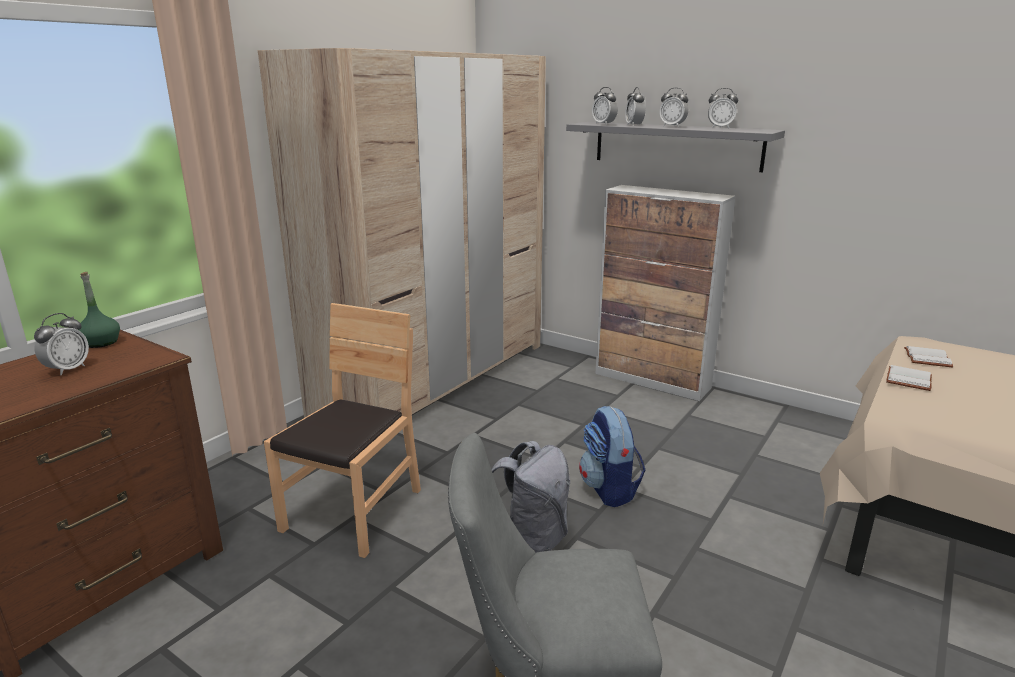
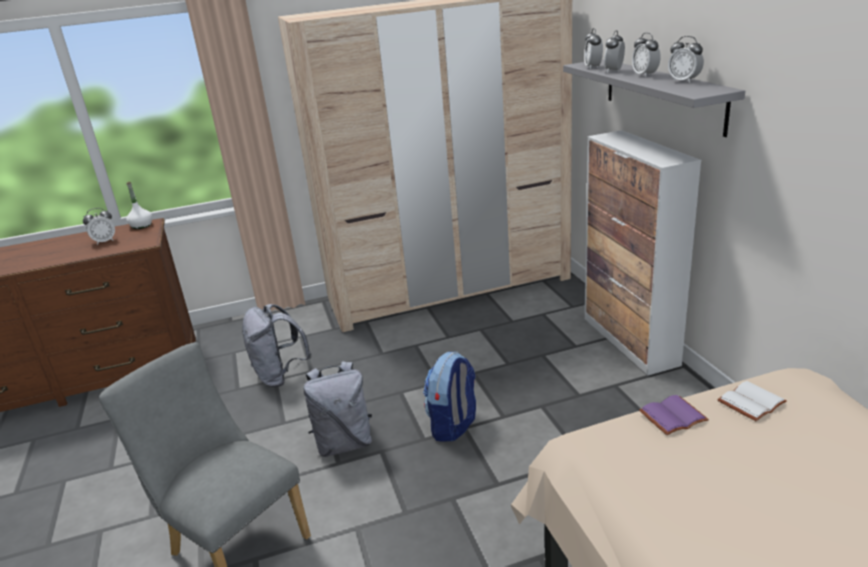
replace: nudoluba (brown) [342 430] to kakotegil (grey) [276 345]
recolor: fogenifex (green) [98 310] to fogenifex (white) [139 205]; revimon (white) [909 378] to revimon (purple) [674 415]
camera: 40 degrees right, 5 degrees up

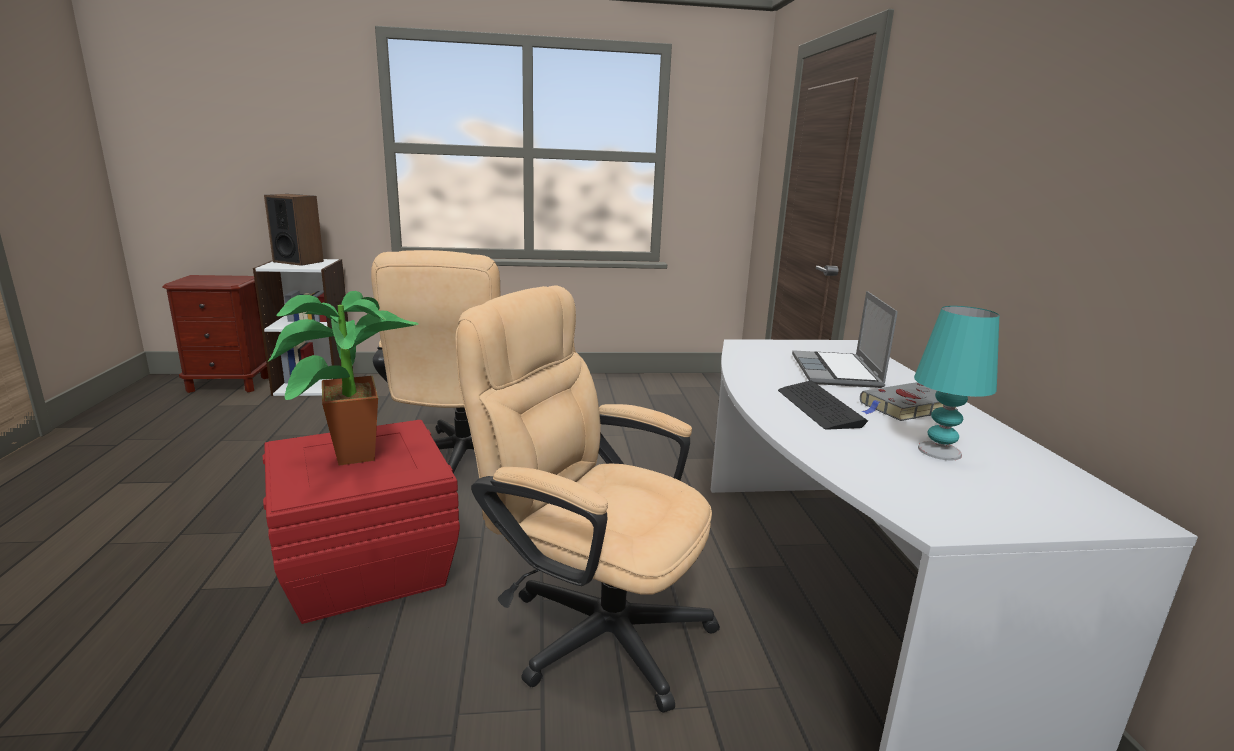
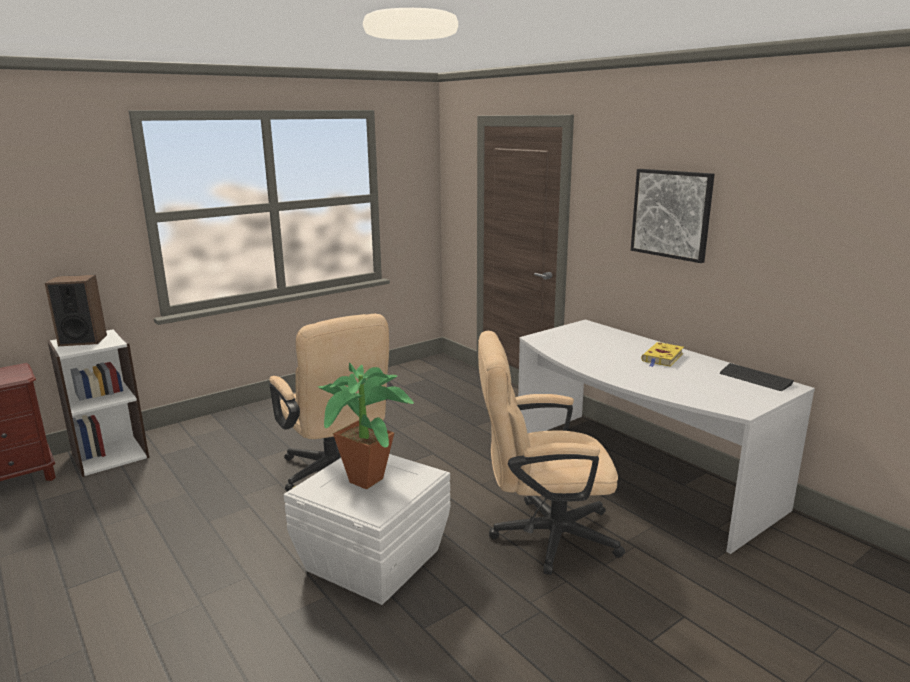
delete: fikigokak [845 339]; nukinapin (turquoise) [956 383]
insert: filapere [673 216]
move: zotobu [823 405] to [757 377]
recolor: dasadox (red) [361 522] to dasadox (white) [367 529]; revimon (grey) [909 401] to revimon (yellow) [662 354]
camera: 30 degrees left, 0 degrees up

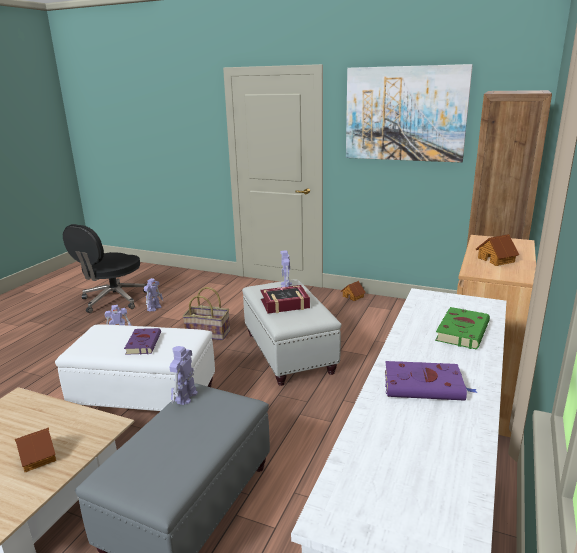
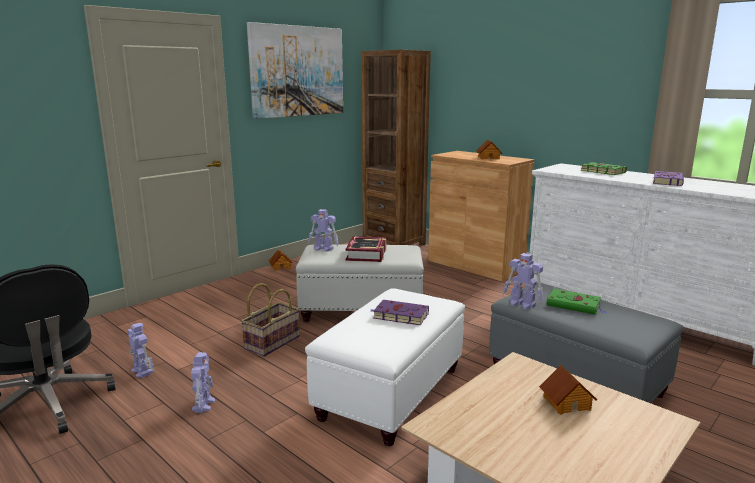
insert: revimon (green) [577 302]
camera: 70 degrees left, 5 degrees down

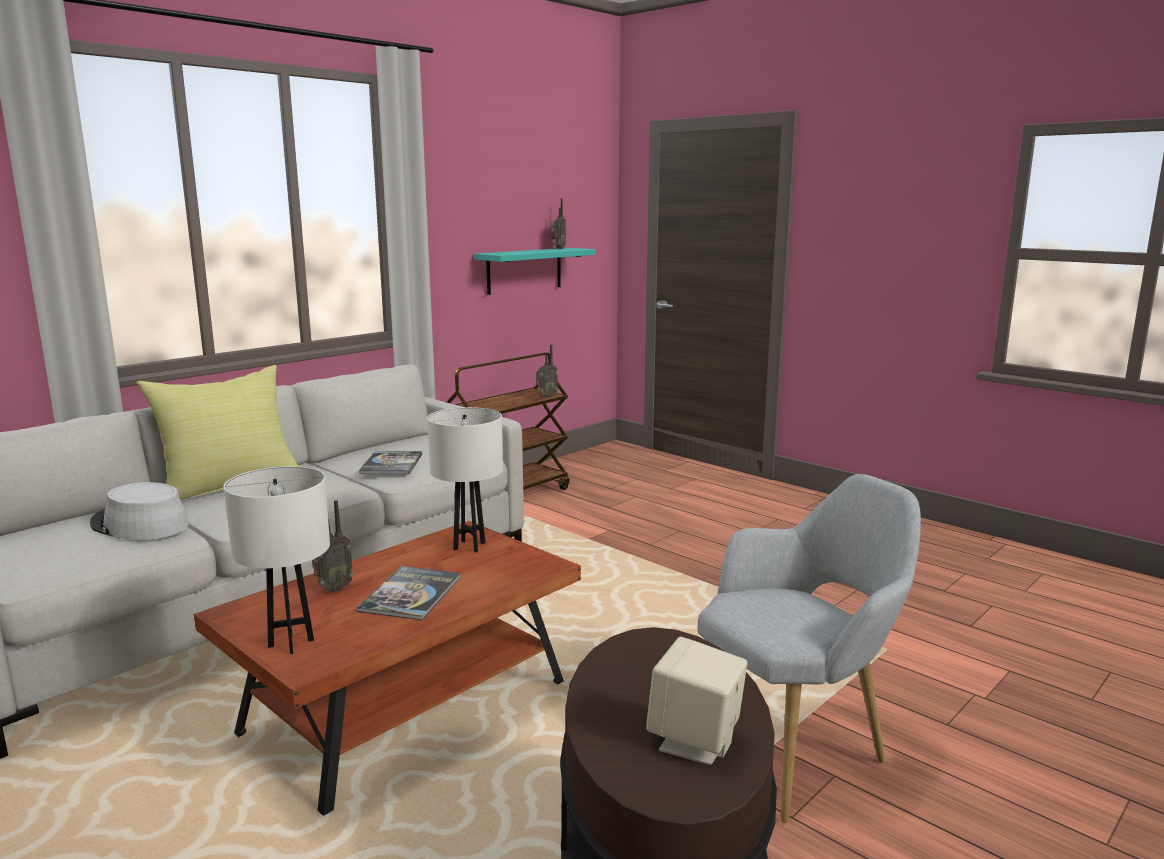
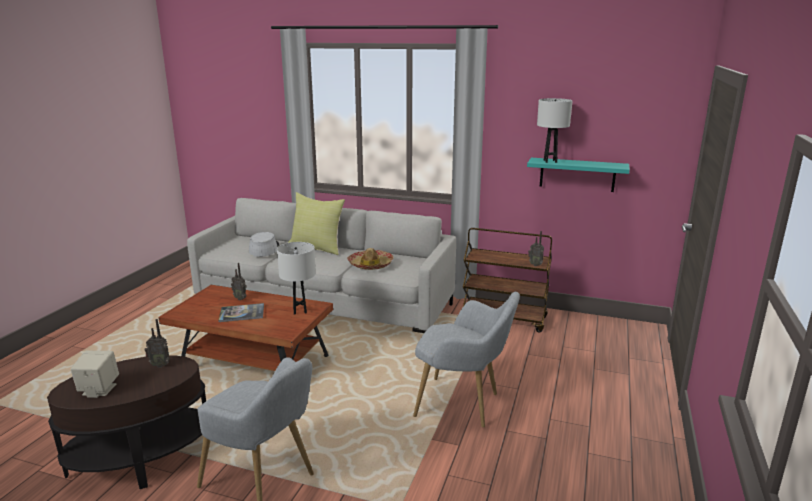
insert: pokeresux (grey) [466 359]
move: nukinapin (white) [276 560] to [555 130]; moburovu [558 223] to [157 343]
replace: revimon [390 462] to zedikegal [370 259]
camera: 65 degrees right, 5 degrees up

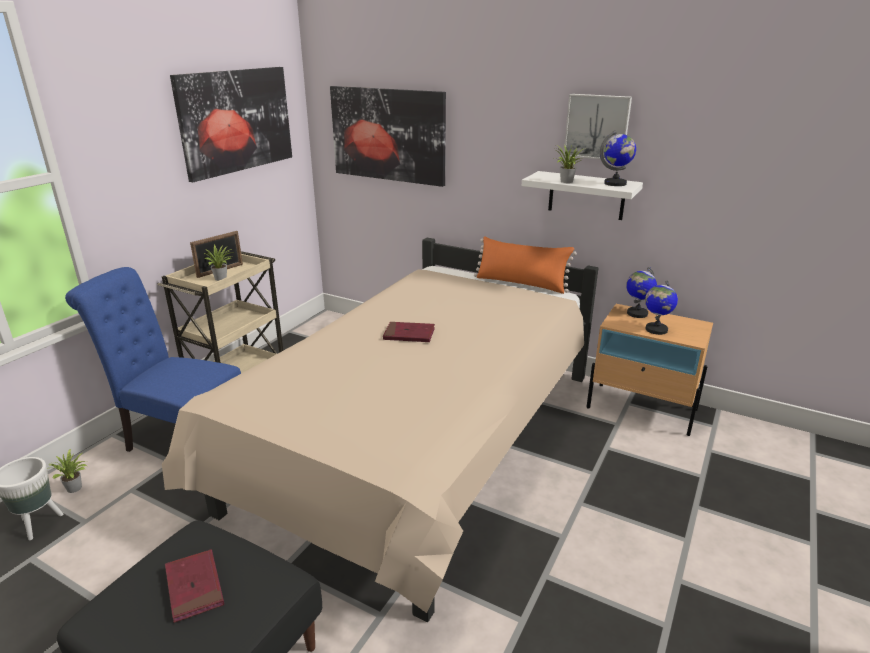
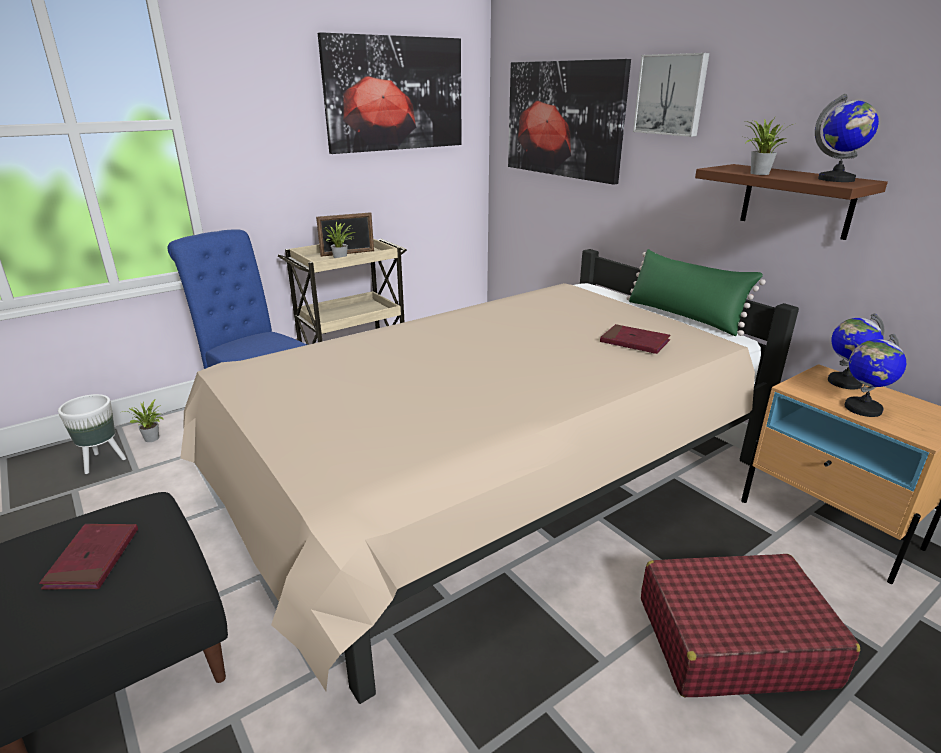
insert: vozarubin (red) [750 625]
move: revimon (red) [409 332] to [635 339]; filapere [598 127] to [671 95]
recolor: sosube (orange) [525 265] to sosube (green) [696 292]; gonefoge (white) [582 195] to gonefoge (brown) [791 202]
camera: 25 degrees right, 0 degrees up

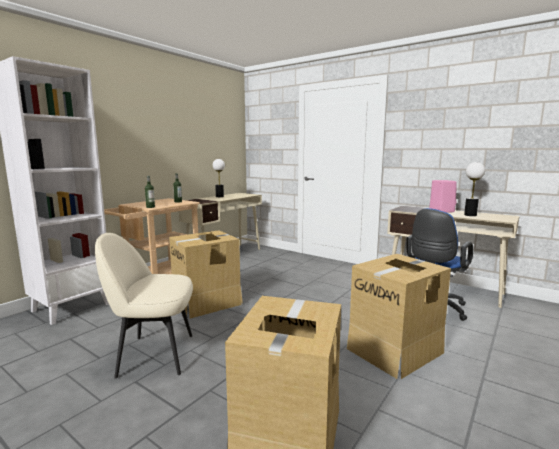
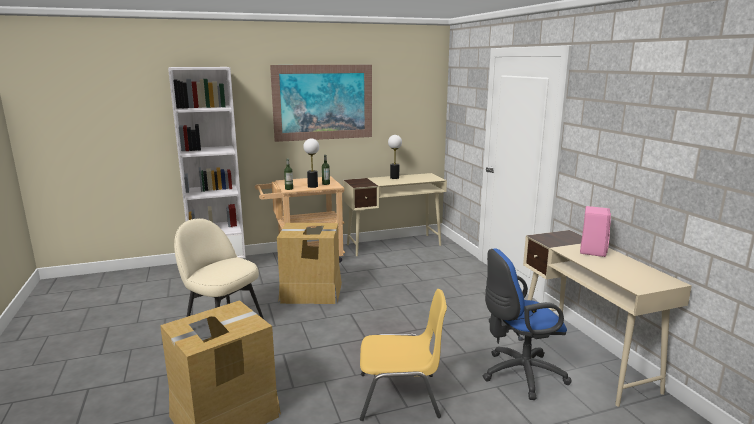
insert: filapere [321 103]
move: nukinapin [474 189] to [311 163]
replace: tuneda [399 316] to nudoluba (yellow) [403 355]
camera: 35 degrees right, 5 degrees up

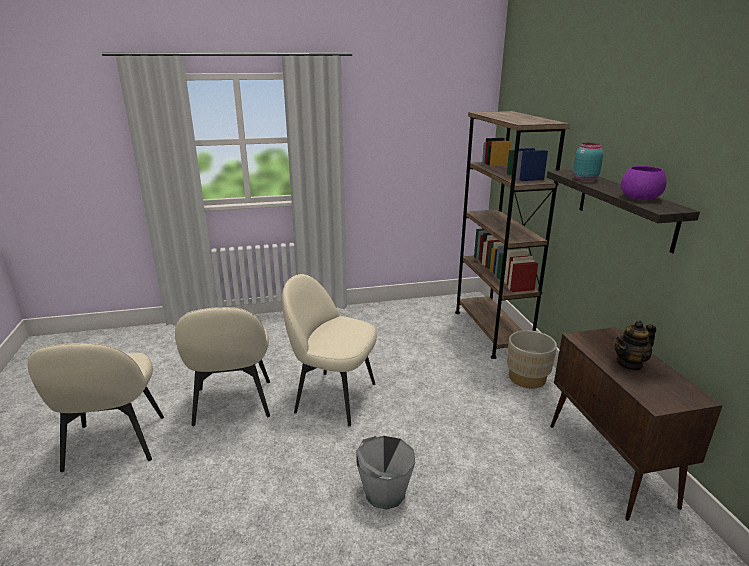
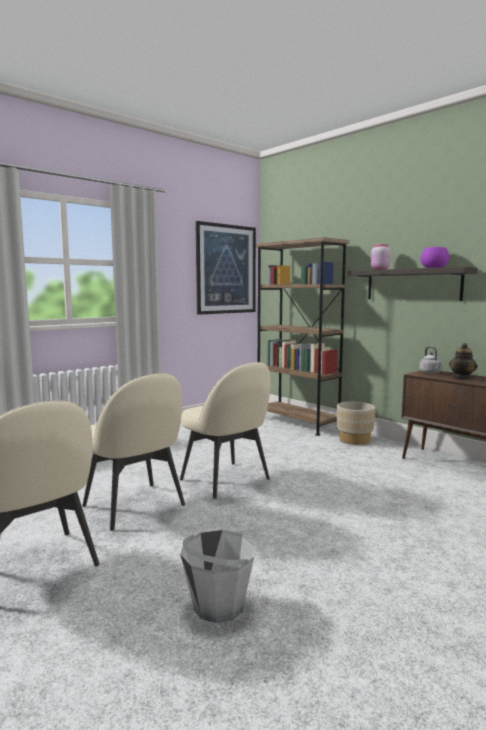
insert: filapere [225 268]; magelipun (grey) [431 360]
move: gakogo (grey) [385 473] to [217 576]
recolor: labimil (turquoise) [588 162] to labimil (pink) [380 257]
rotate: nudoluba (beige) [329 350] = [225 430] 120 degrees counterclockwise
camera: 30 degrees left, 15 degrees down

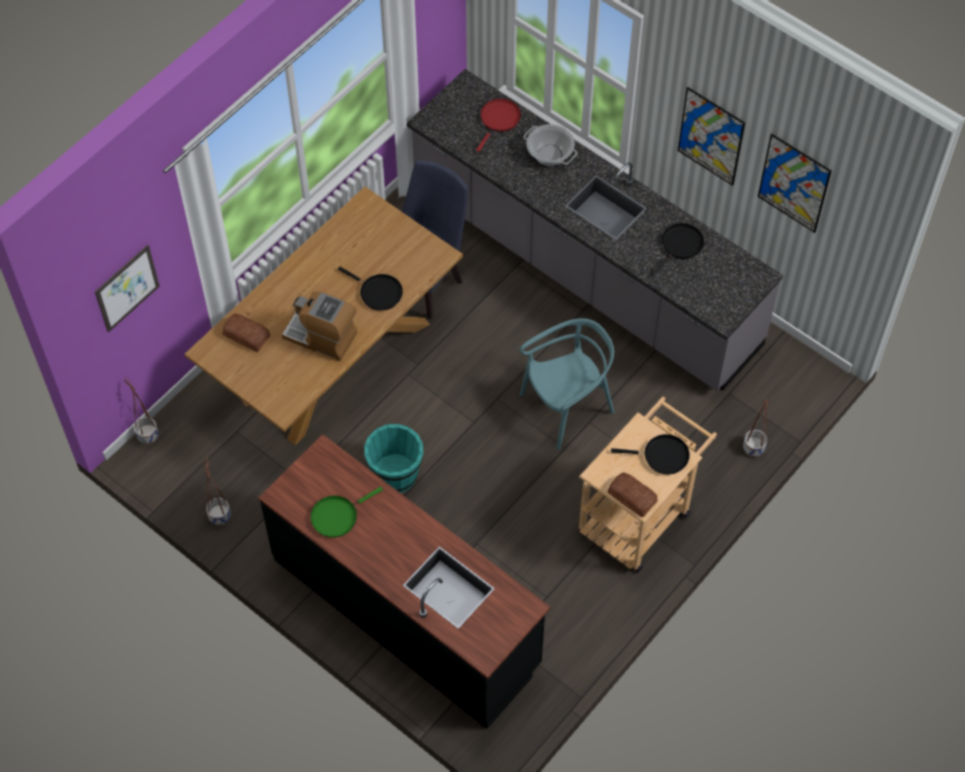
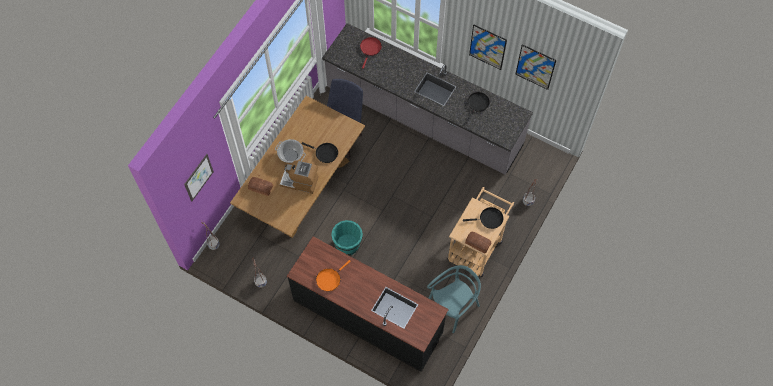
move: nudoluba (turquoise) [566 384] to [454 299]; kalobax [550 144] to [290 151]
recolor: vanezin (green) [346 512] to vanezin (orange) [333 275]
camera: 10 degrees left, 5 degrees up

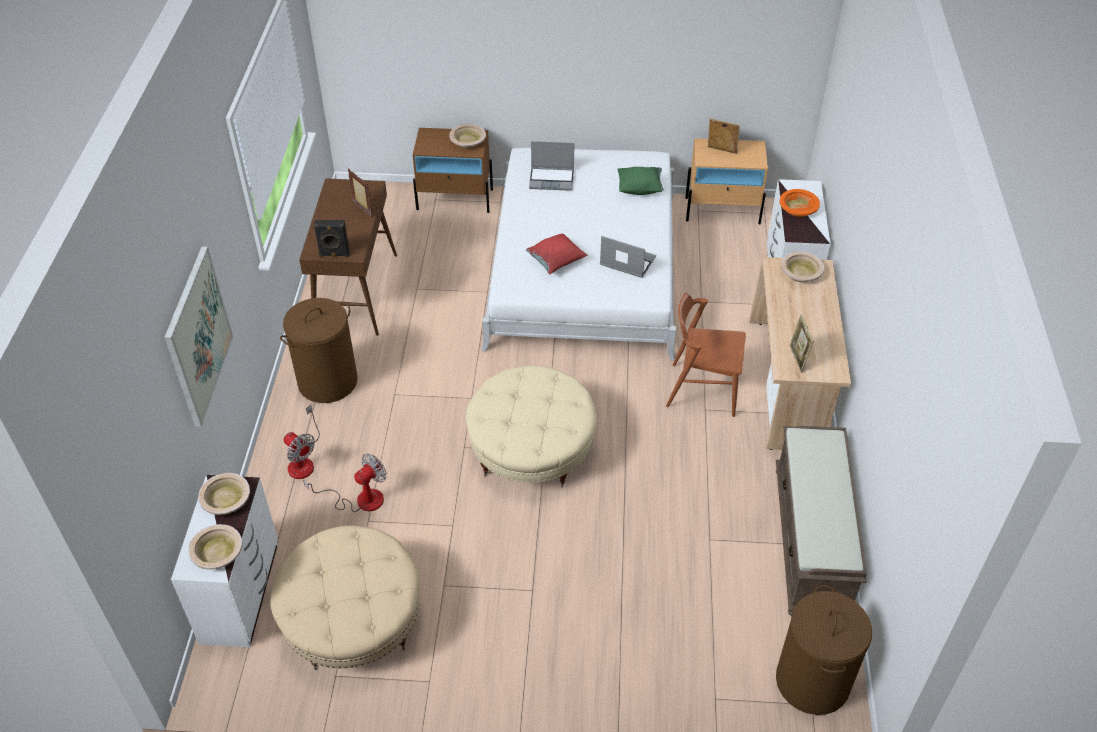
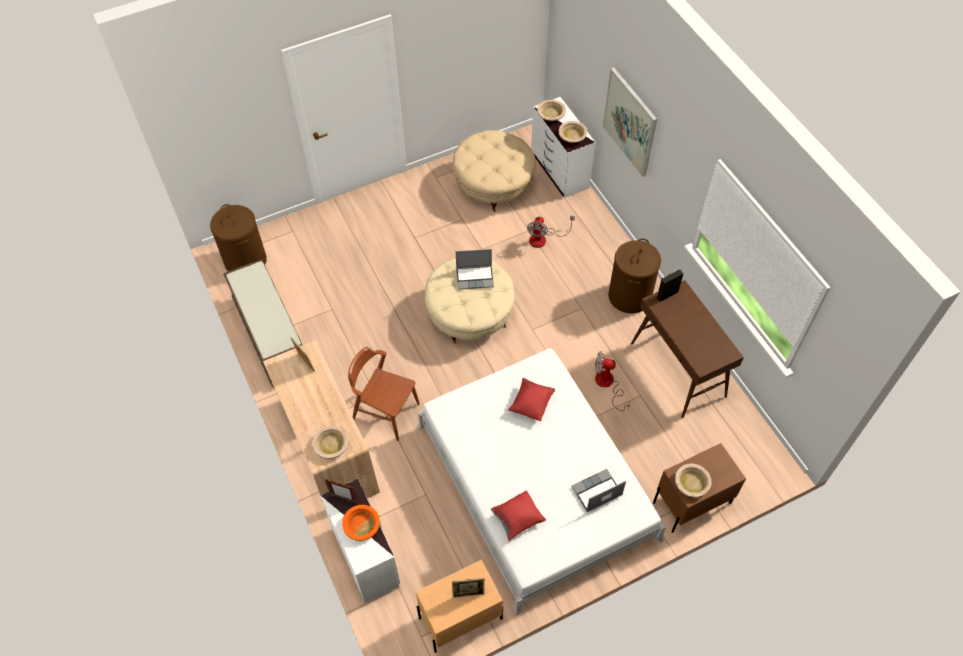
move: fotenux [302 442] to [612 381]; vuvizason [360 193] to [342 491]; fikigokak [628 257] to [475 269]
recolor: sosube (green) [640 181] to sosube (red) [518 516]
rotate: nudoluba (brown) [706 355] = [384 394] 135 degrees counterclockwise
camera: 150 degrees right, 10 degrees up

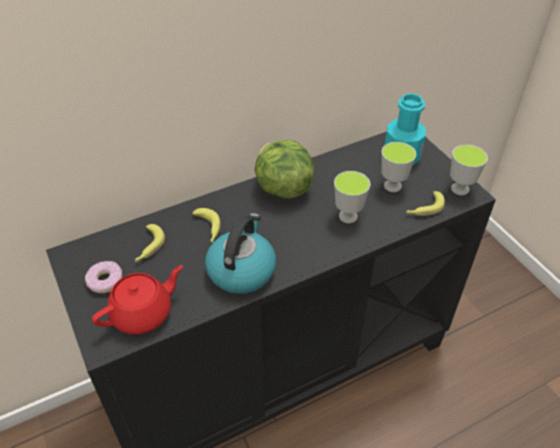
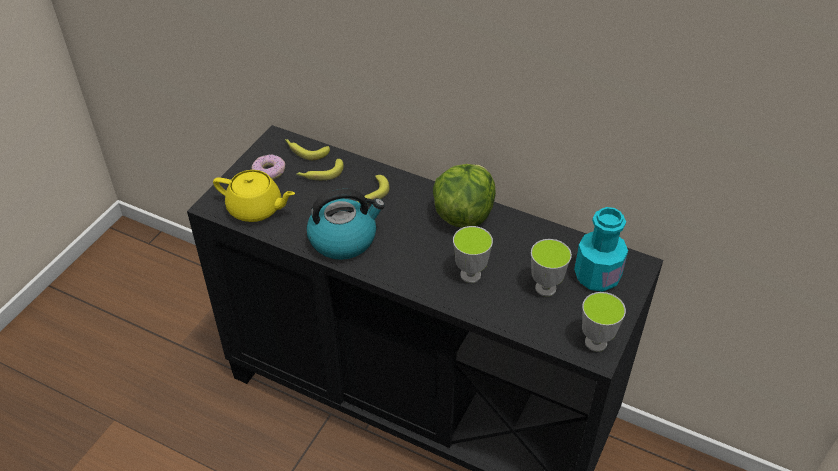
move: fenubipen [425 203] to [307 149]
recolor: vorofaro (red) [137 299] to vorofaro (yellow) [254 196]
camera: 55 degrees right, 0 degrees up

